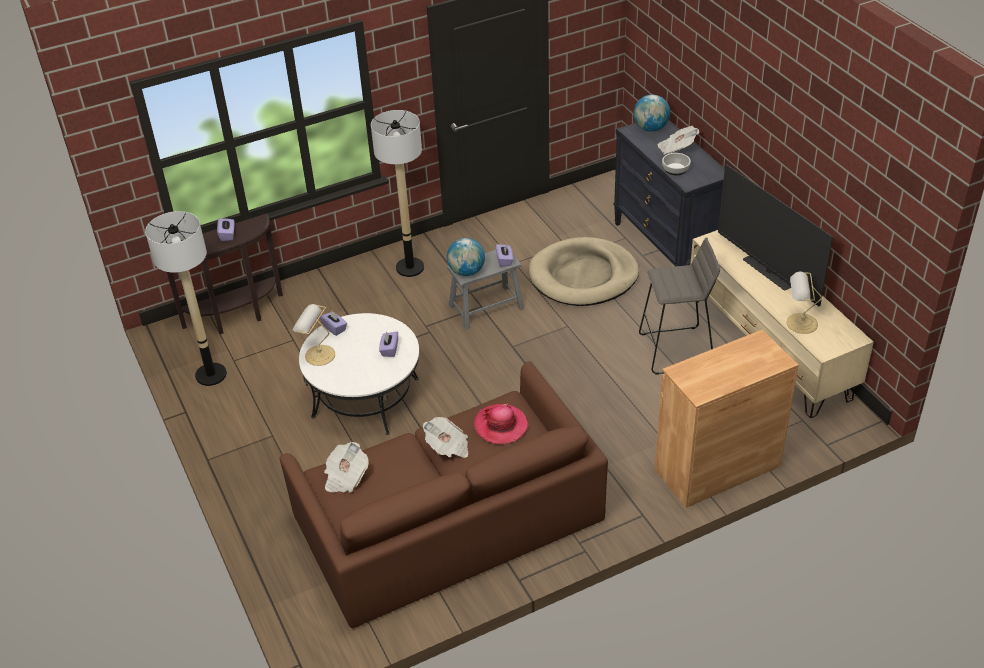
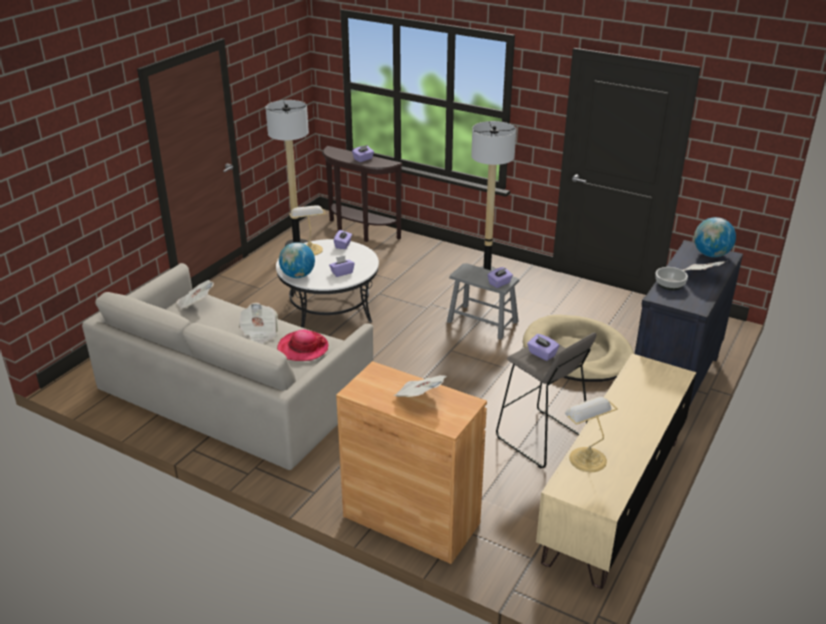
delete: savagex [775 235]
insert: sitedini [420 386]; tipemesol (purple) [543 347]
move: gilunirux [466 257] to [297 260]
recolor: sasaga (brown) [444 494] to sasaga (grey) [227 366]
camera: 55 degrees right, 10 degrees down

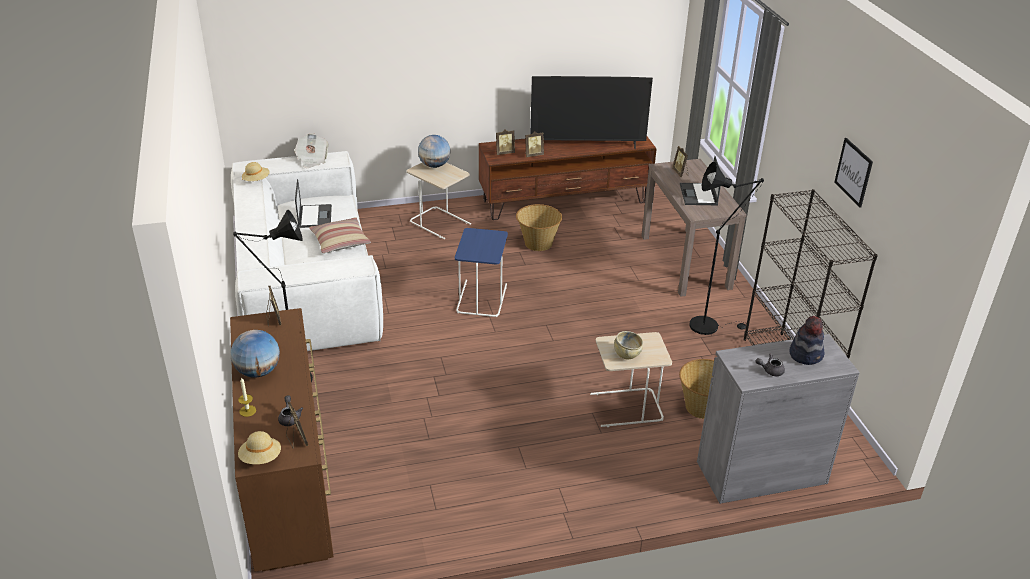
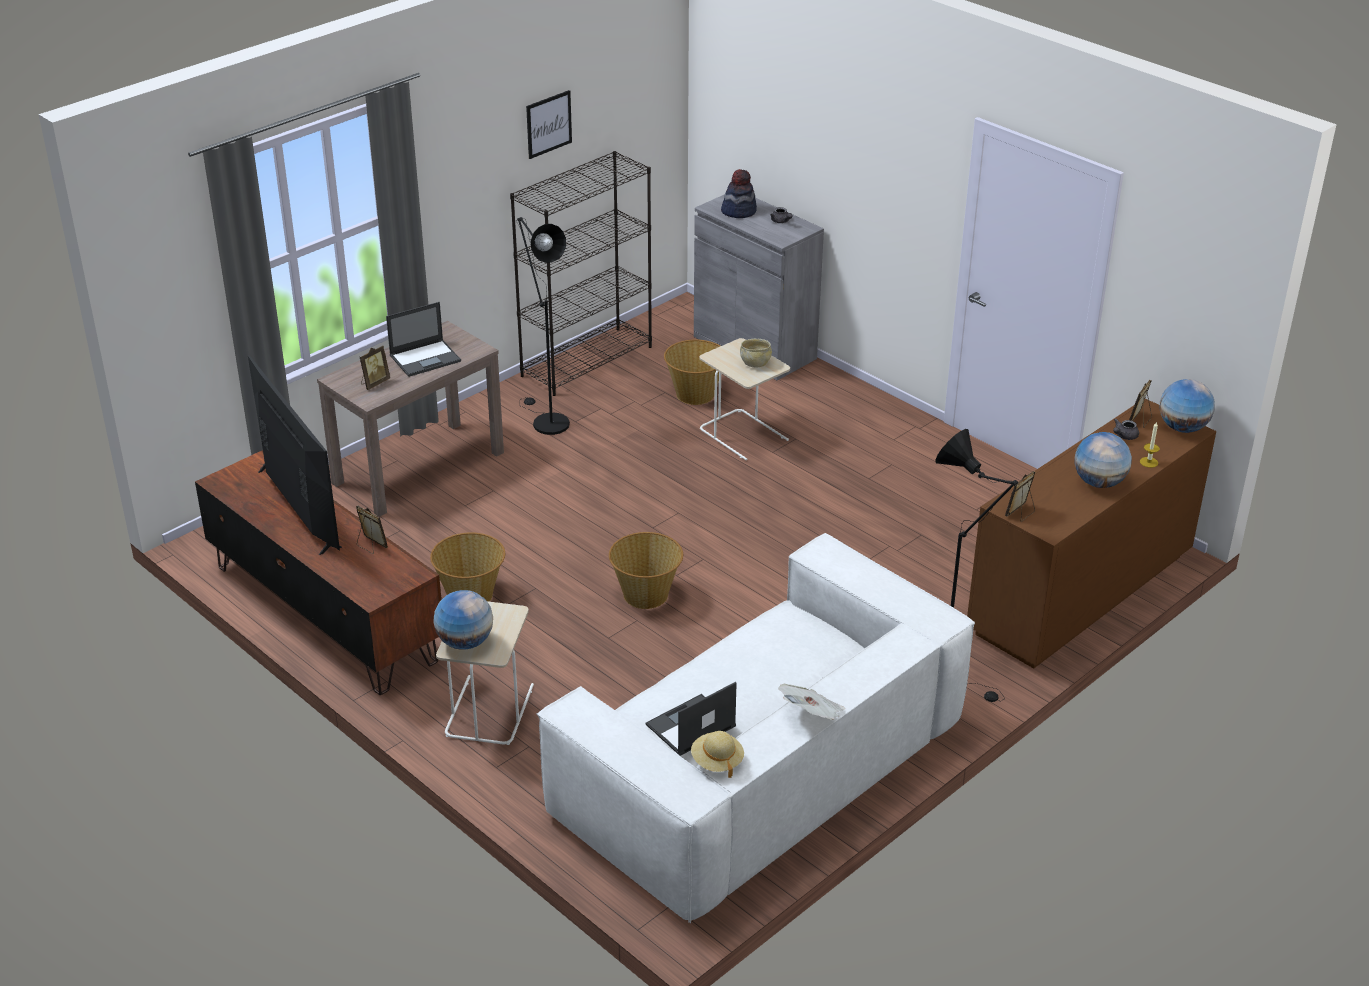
delete: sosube [340 235]; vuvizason [505 142]
move: sitedini [311 150] to [811 702]
replace: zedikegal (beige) [259 447] to gilunirux [1187 406]; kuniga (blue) [481 272] to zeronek [646 570]
camera: 120 degrees left, 0 degrees up

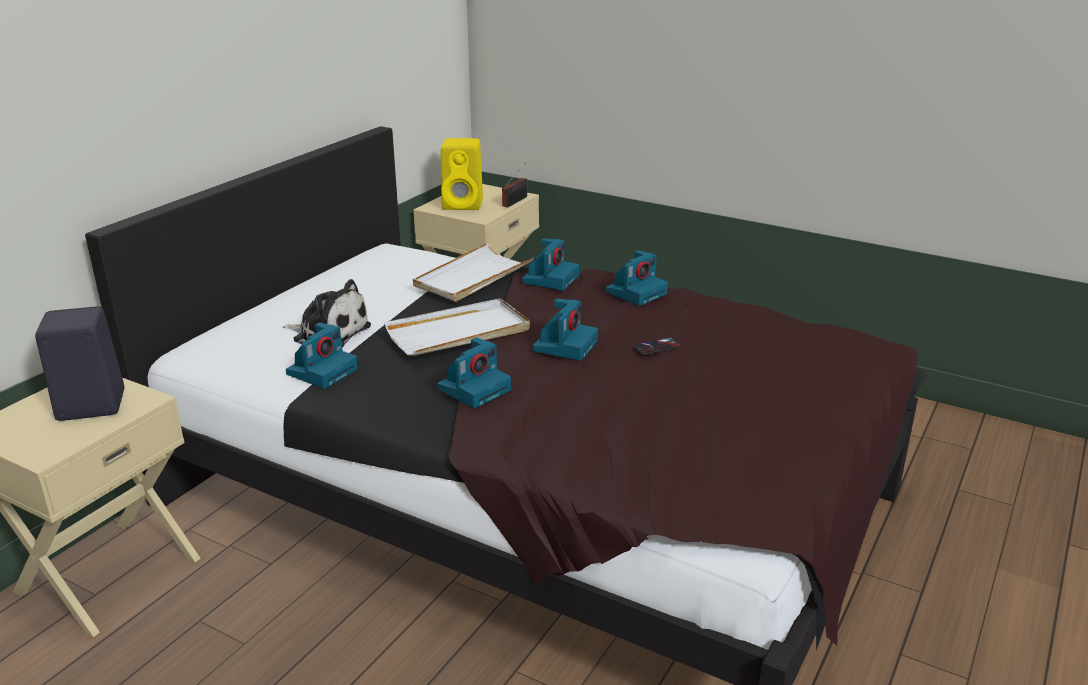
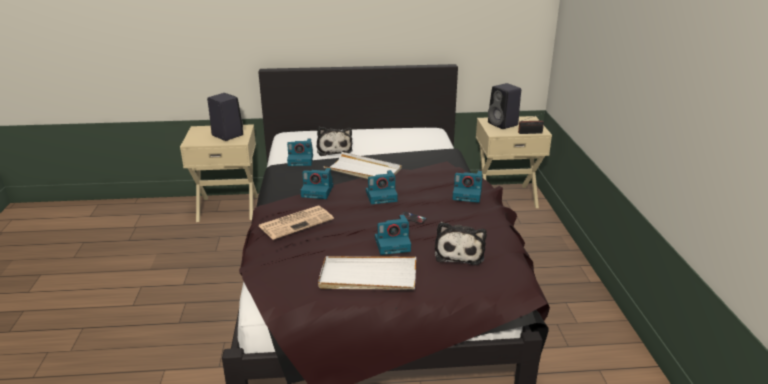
insert: sitedini [296 223]; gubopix [461 243]
move: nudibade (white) [473 272] to [367 273]; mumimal [550 264] to [393 234]
recolor: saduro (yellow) [462 174] to saduro (black) [504 106]
camera: 55 degrees right, 0 degrees up

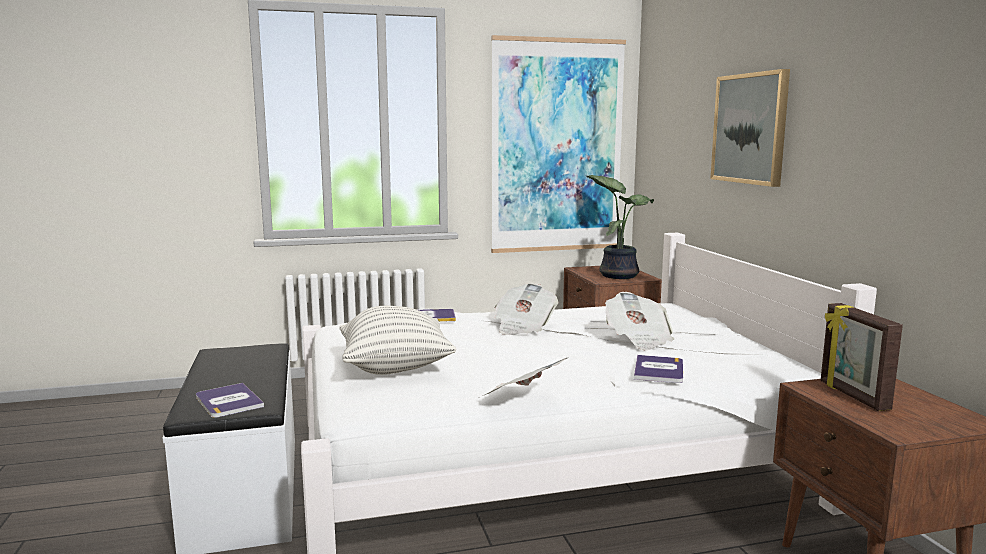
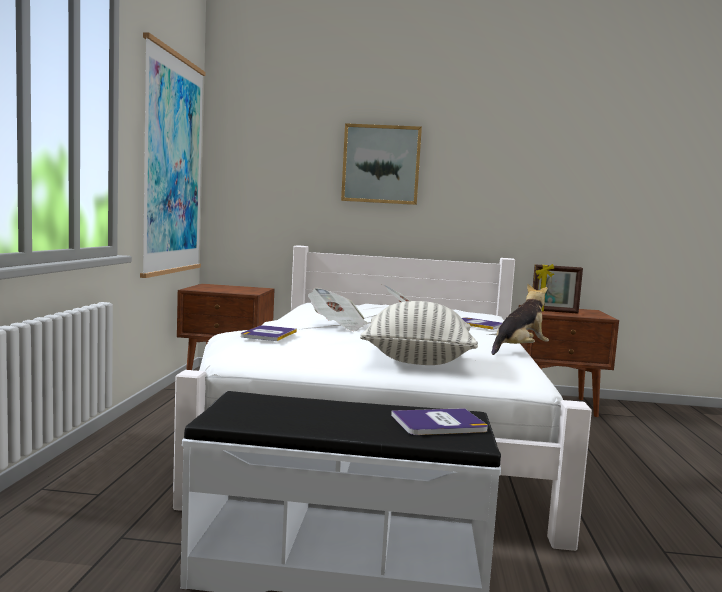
delete: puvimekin [620 227]
replace: sitedini [526 376] to gubopix [520 319]
camera: 70 degrees left, 5 degrees down

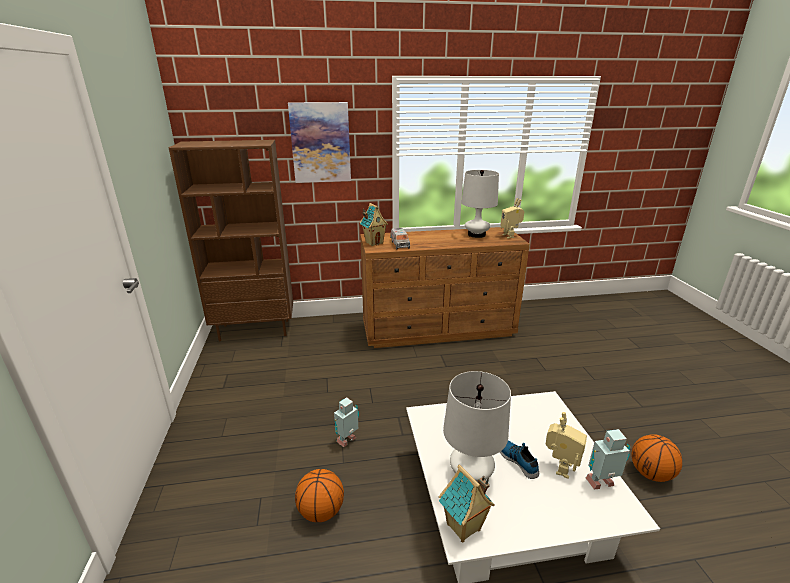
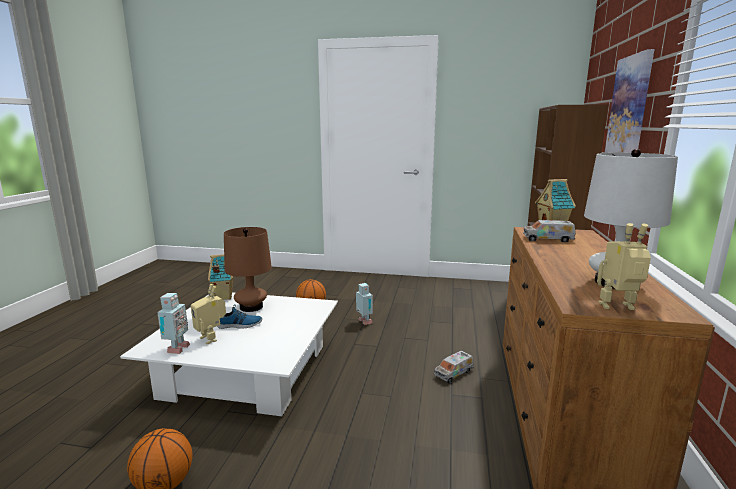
insert: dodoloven [454 367]
recolor: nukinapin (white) [477 426] to nukinapin (brown) [248 269]
camera: 110 degrees right, 10 degrees down

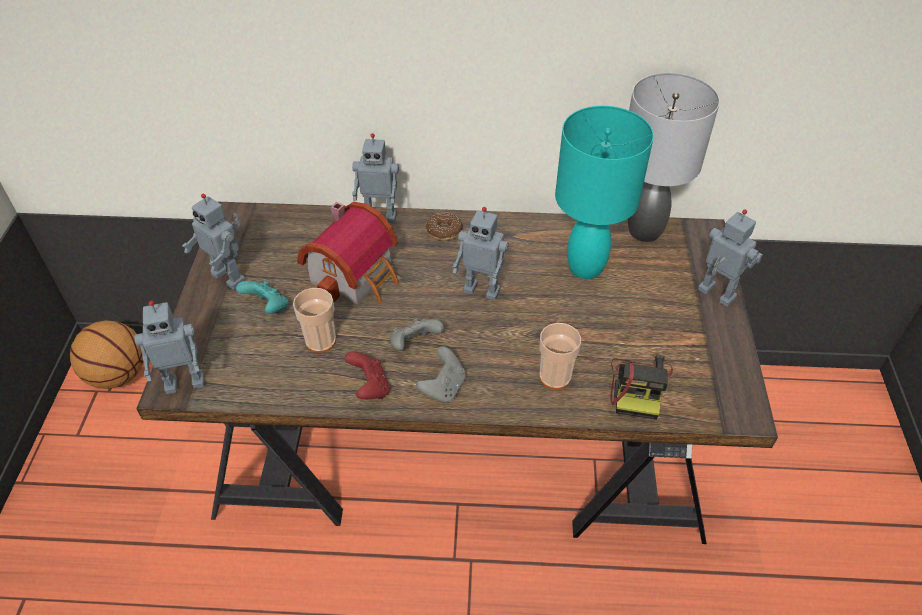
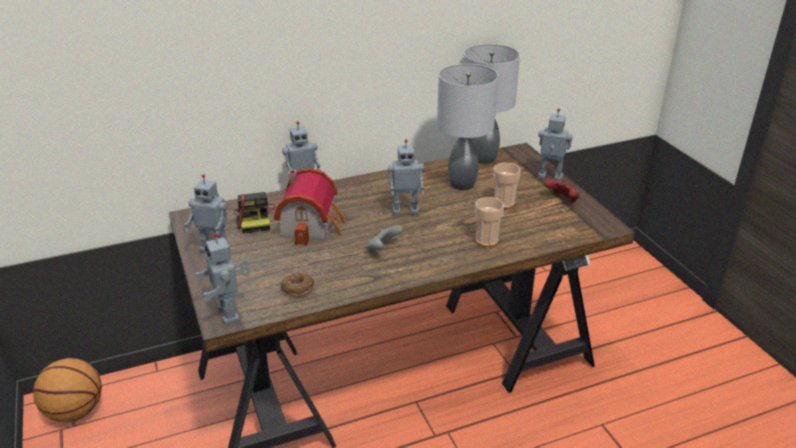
delete: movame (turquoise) [262 297]; movame (grey) [440 374]
move: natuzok [314 320] to [507 186]; movame (red) [367 376] to [561 190]; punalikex [444 227] to [297 284]; mumimal [641 387] to [254 213]
recolor: nukinapin (turquoise) [604 192] to nukinapin (grey) [467 127]
rotate: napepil [169 347] = [222 279] 105 degrees clockwise
camera: 25 degrees left, 15 degrees down

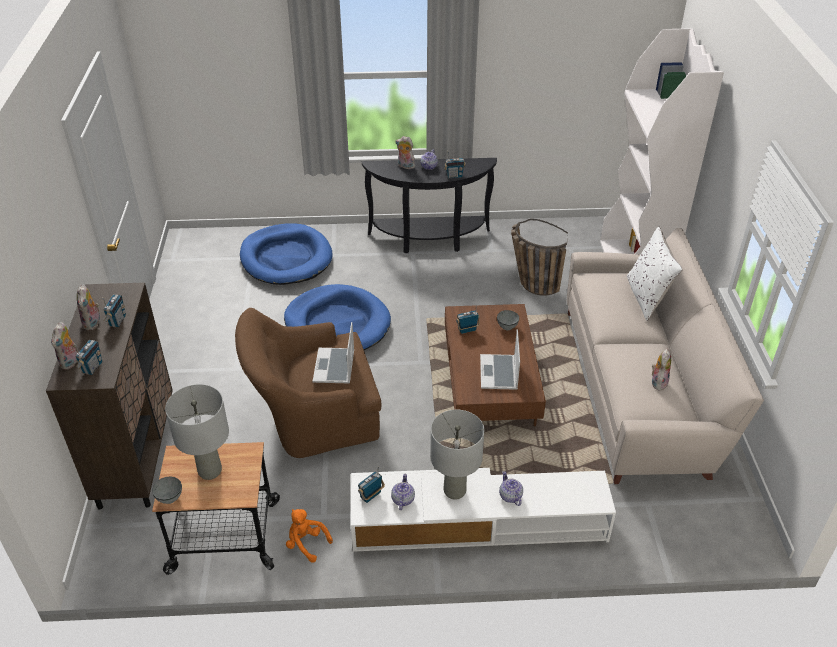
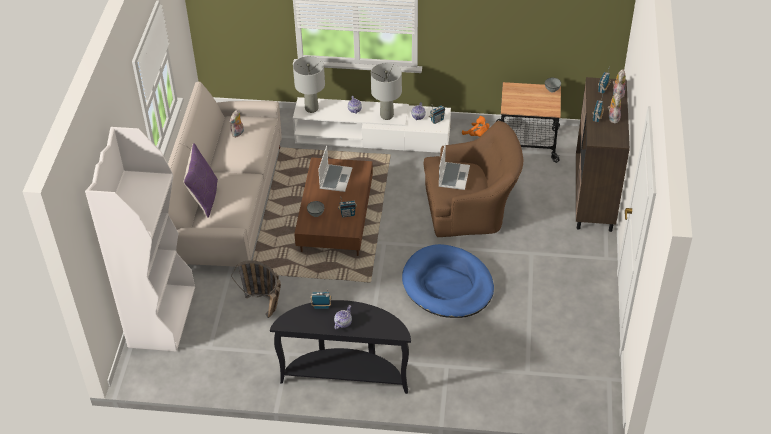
delete: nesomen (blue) [286 254]; gubopix [405 152]
move: nukinapin (grey) [197 432] to [309 84]
recolor: sosube (white) [654 274] to sosube (purple) [200 180]
camera: 170 degrees left, 5 degrees up

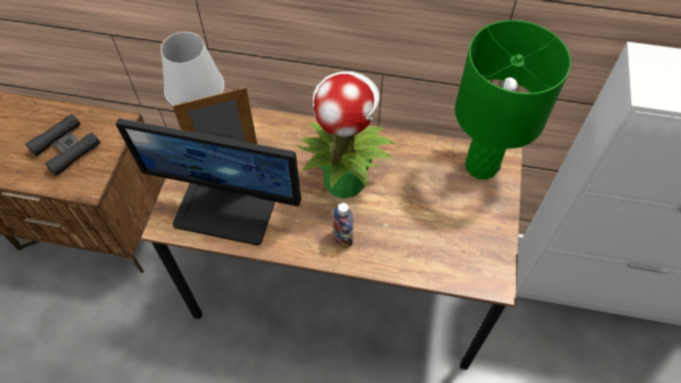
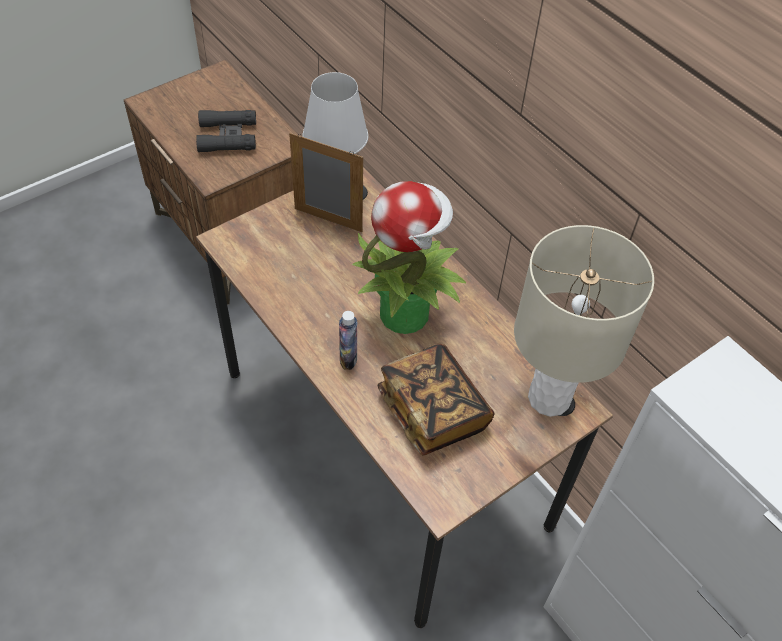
delete: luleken [208 181]
insert: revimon [435 399]
recolor: nukinapin (green) [513 100] to nukinapin (beige) [584 321]
camera: 40 degrees right, 5 degrees down

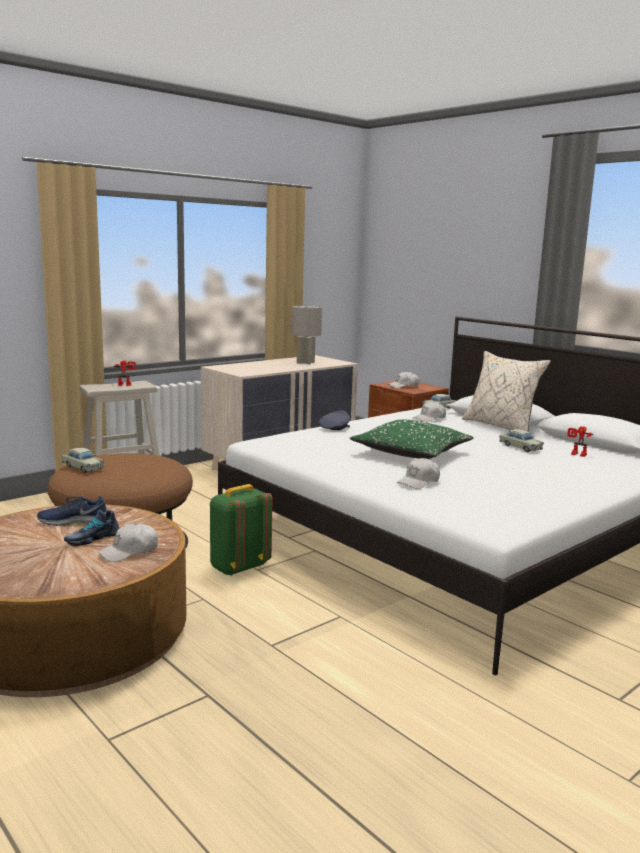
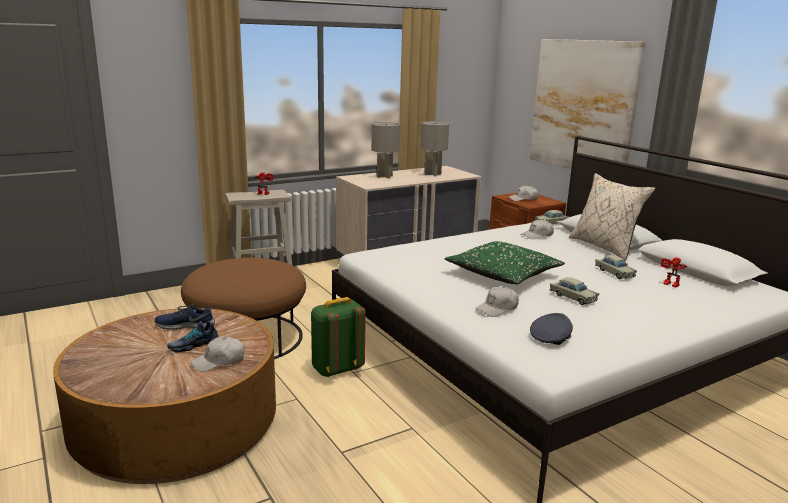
insert: nukinapin (grey) [385 150]; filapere [588 104]
move: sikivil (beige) [83 460] to [574 291]; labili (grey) [334 420] to [551 329]
camera: 10 degrees right, 5 degrees up

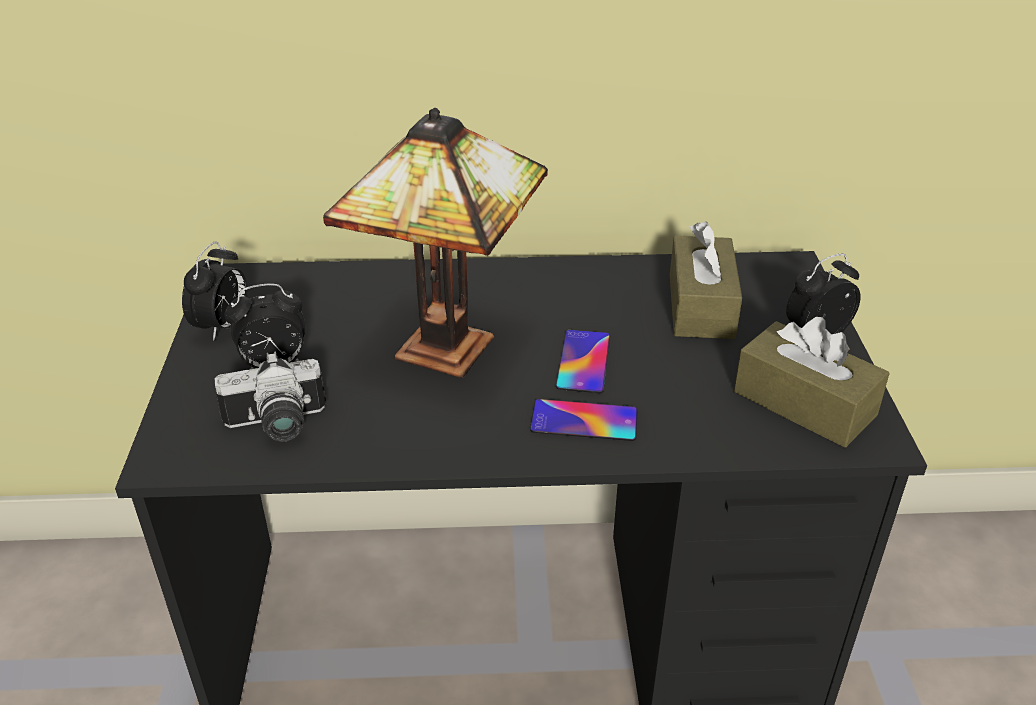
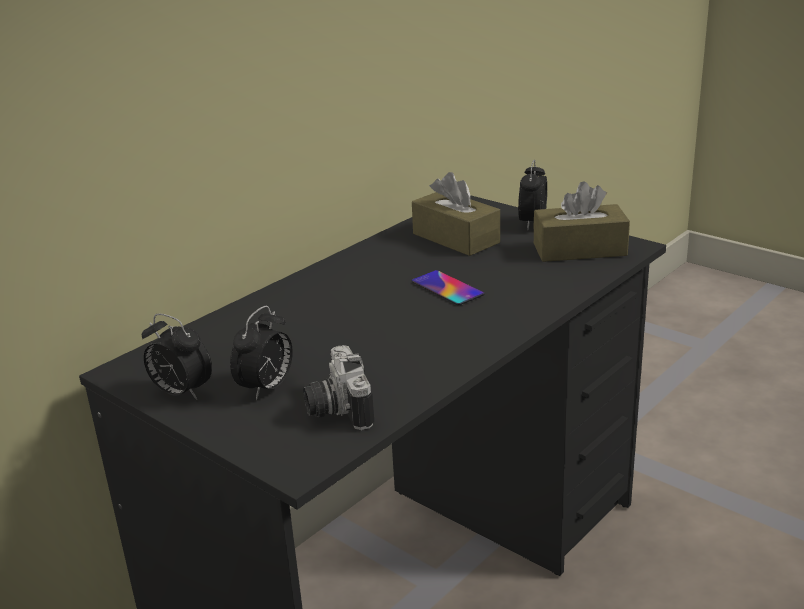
delete: nukinapin [435 243]; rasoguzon [584 420]
rotate: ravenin [215 291] = [177 357] 150 degrees clockwise; mumimal [270 397] = [338 387] 135 degrees clockwise
camera: 45 degrees left, 10 degrees down

